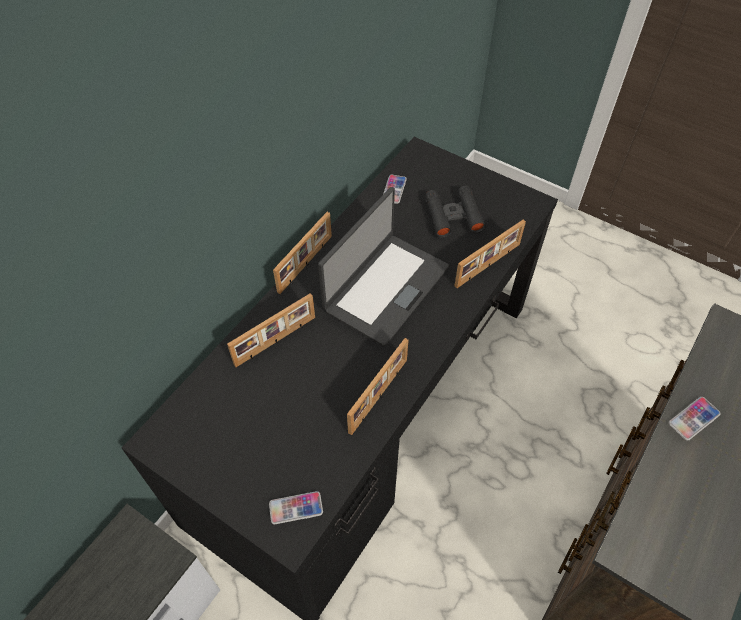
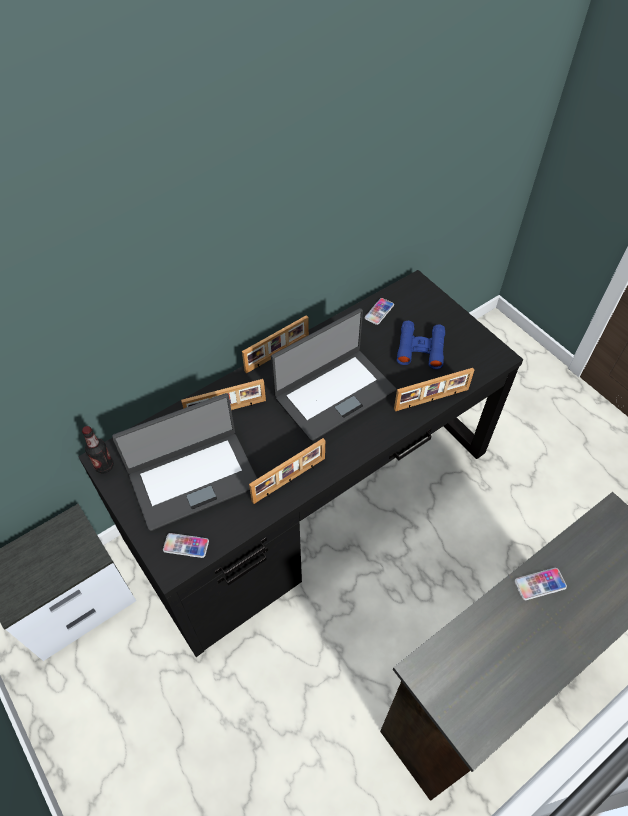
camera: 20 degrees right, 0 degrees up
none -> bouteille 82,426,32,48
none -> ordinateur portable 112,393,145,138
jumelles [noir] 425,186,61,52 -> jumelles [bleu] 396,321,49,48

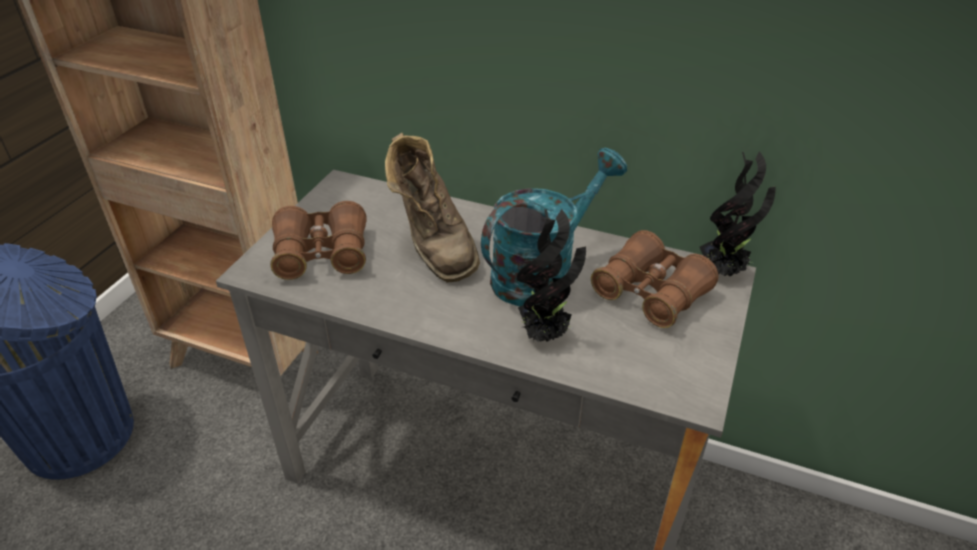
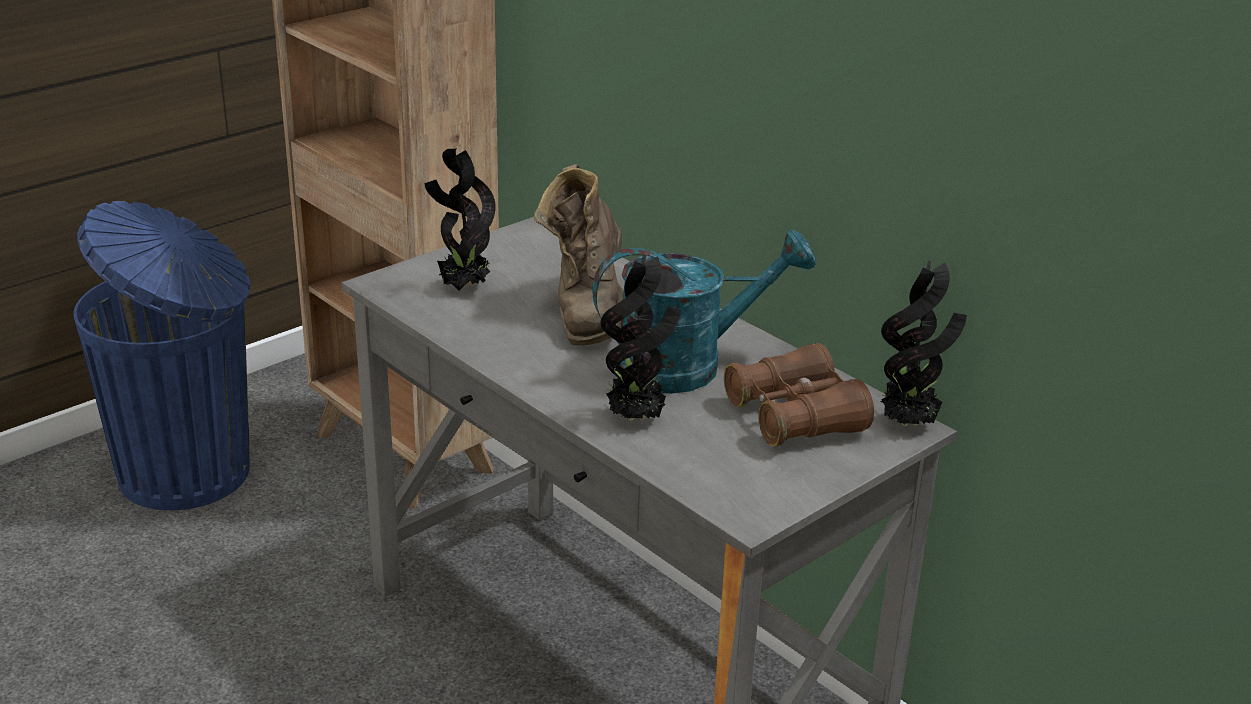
camera: 25 degrees right, 10 degrees down
jumelles [marron] 270,201,97,79 -> plante en pot 425,149,71,142

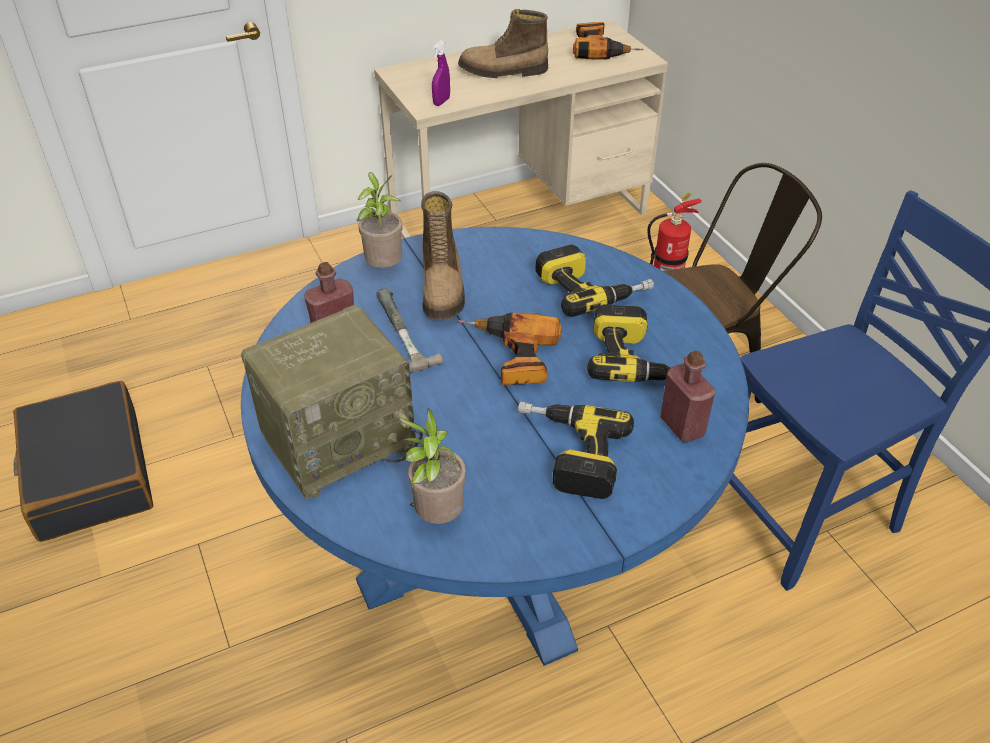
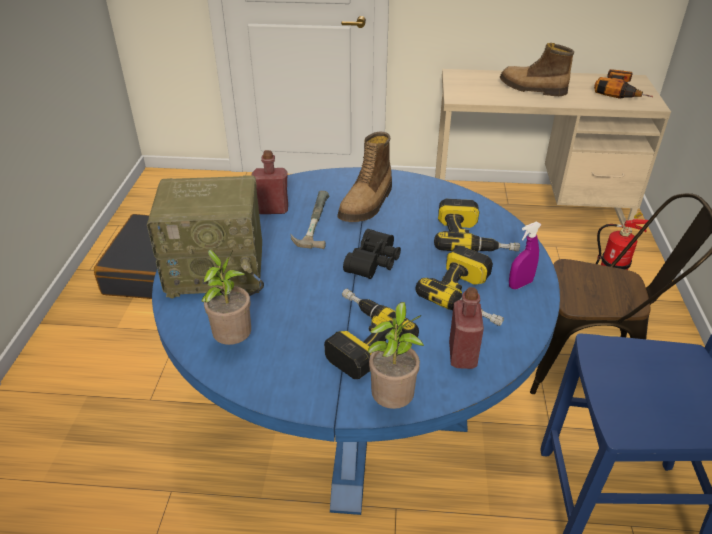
camera: 30 degrees right, 5 degrees down
plante en pot 357,172,46,96 -> plante en pot 368,302,56,107, relocated
vaporisateur [violet] 432,40,18,66 -> vaporisateur [violet] 509,222,33,67, relocated
perceuse 458,312,104,73 -> jumelles [noir] 343,229,58,50

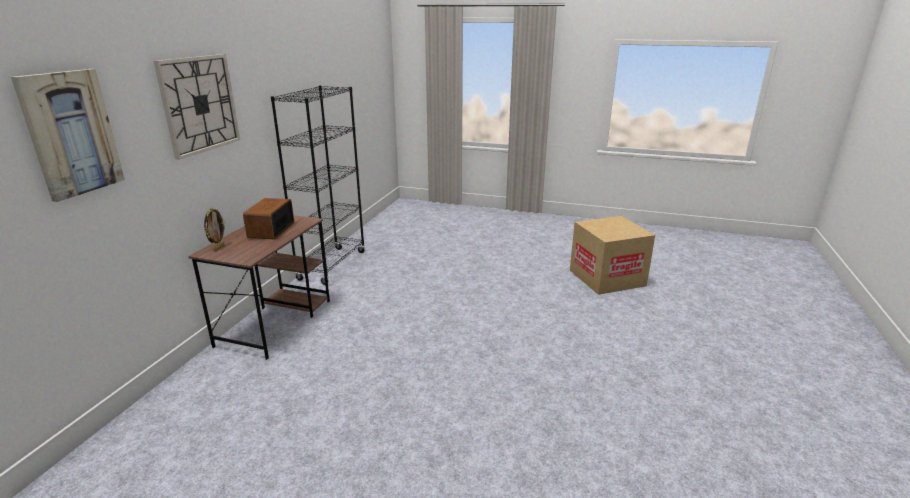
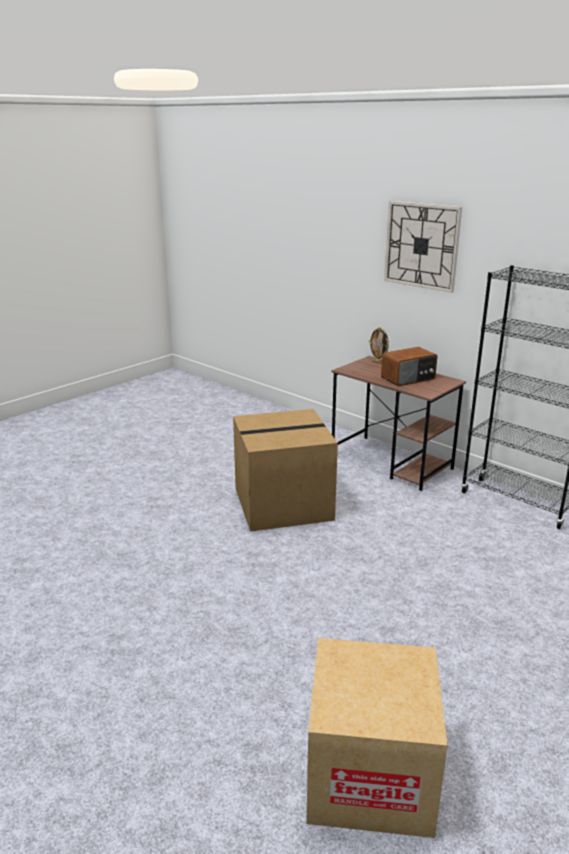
camera: 115 degrees right, 0 degrees up
tableau 11,69,114,133 -> none
none -> carton 233,409,105,123
radio 243,198,51,41 -> radio 381,347,56,39, 120 degrees clockwise

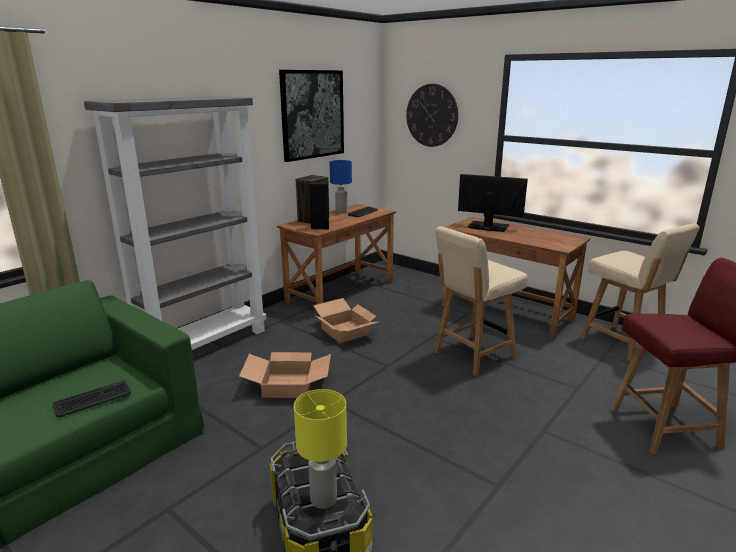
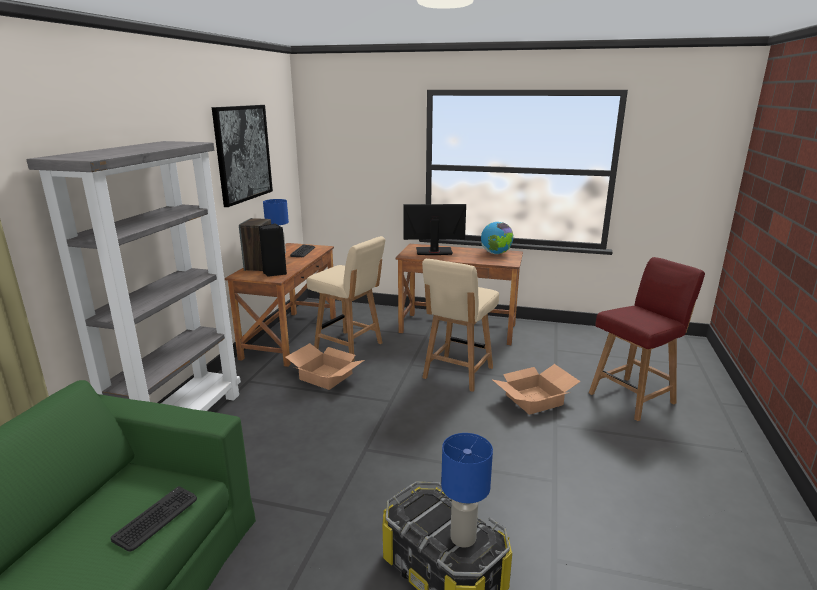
camera: 25 degrees left, 0 degrees up
horloge murale 406,84,52,63 -> none
none -> globe 481,222,32,32
carton 239,352,92,46 -> carton 493,364,88,51, relocated
chaise [beige] 581,223,119,139 -> chaise [beige] 307,236,78,126, relocated
lampe de table [jaune] 294,389,53,120 -> lampe de table [bleu] 441,433,52,115

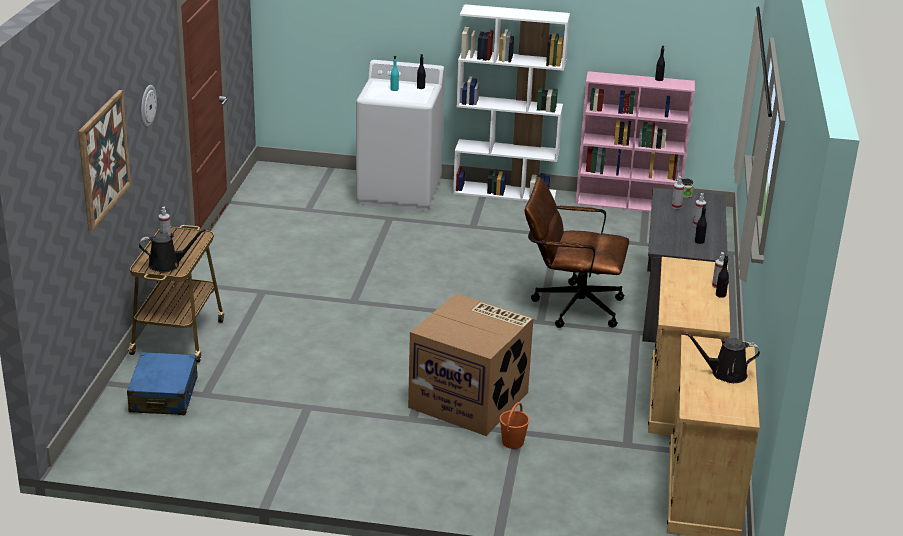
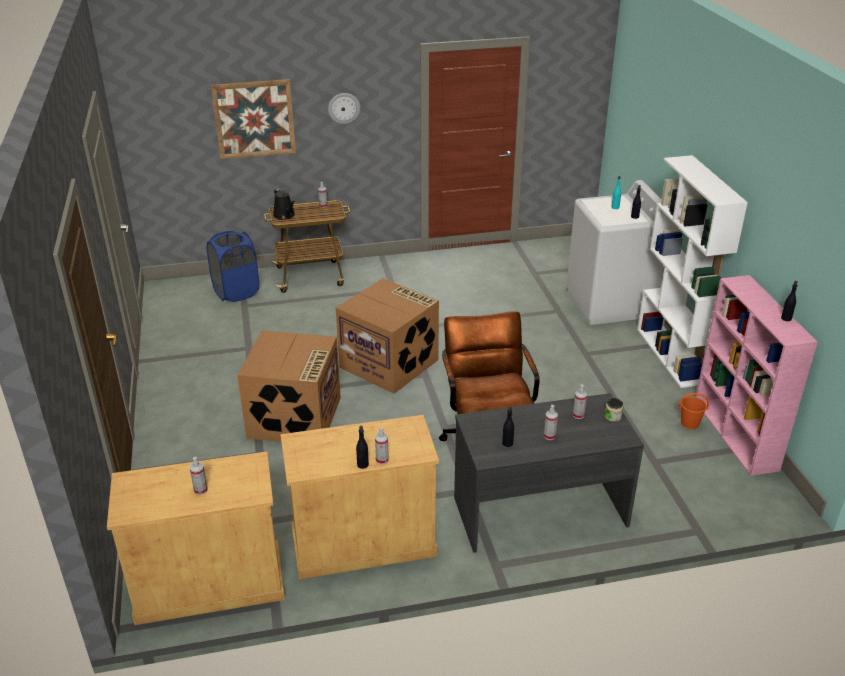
camera: 70 degrees right, 5 degrees up
none -> carton 336,278,103,116
seau [orange] 499,402,31,47 -> seau [orange] 678,393,31,36, relocated
valise [bleu] 127,352,71,63 -> panier à linge [bleu] 207,231,52,71
arrosoir [noir] 685,333,75,50 -> vaporisateur 190,457,18,38

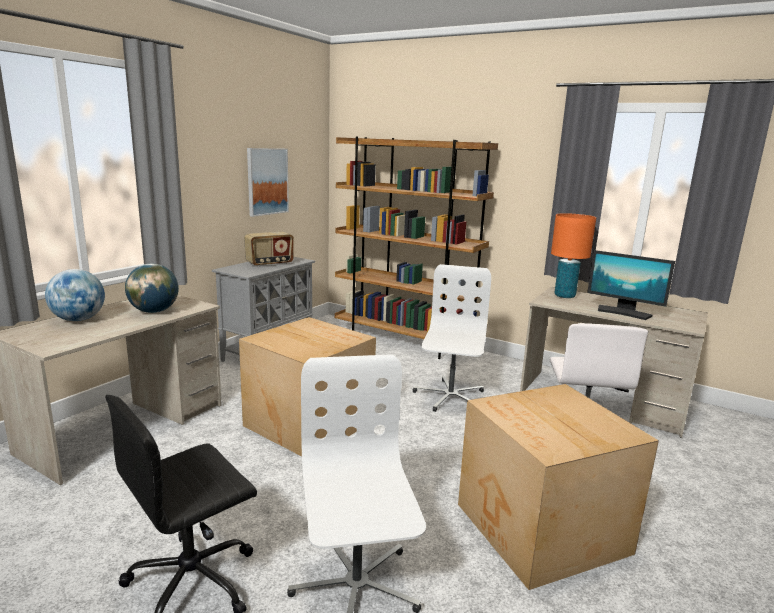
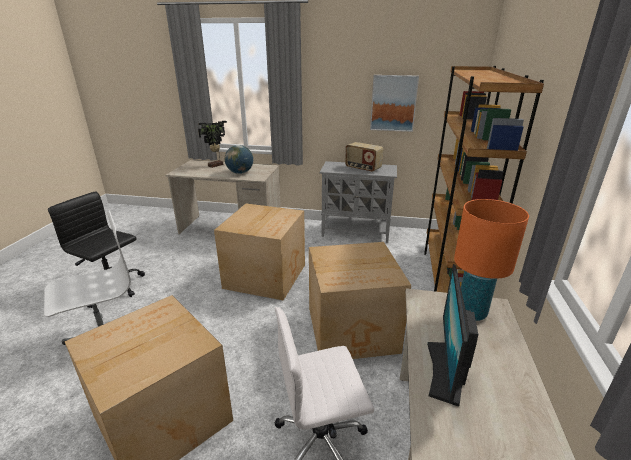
camera: 70 degrees right, 10 degrees up
globe 45,269,60,52 -> plante en pot 198,121,29,47
chaise de bureau [blanc] 413,264,78,148 -> carton 309,242,102,117

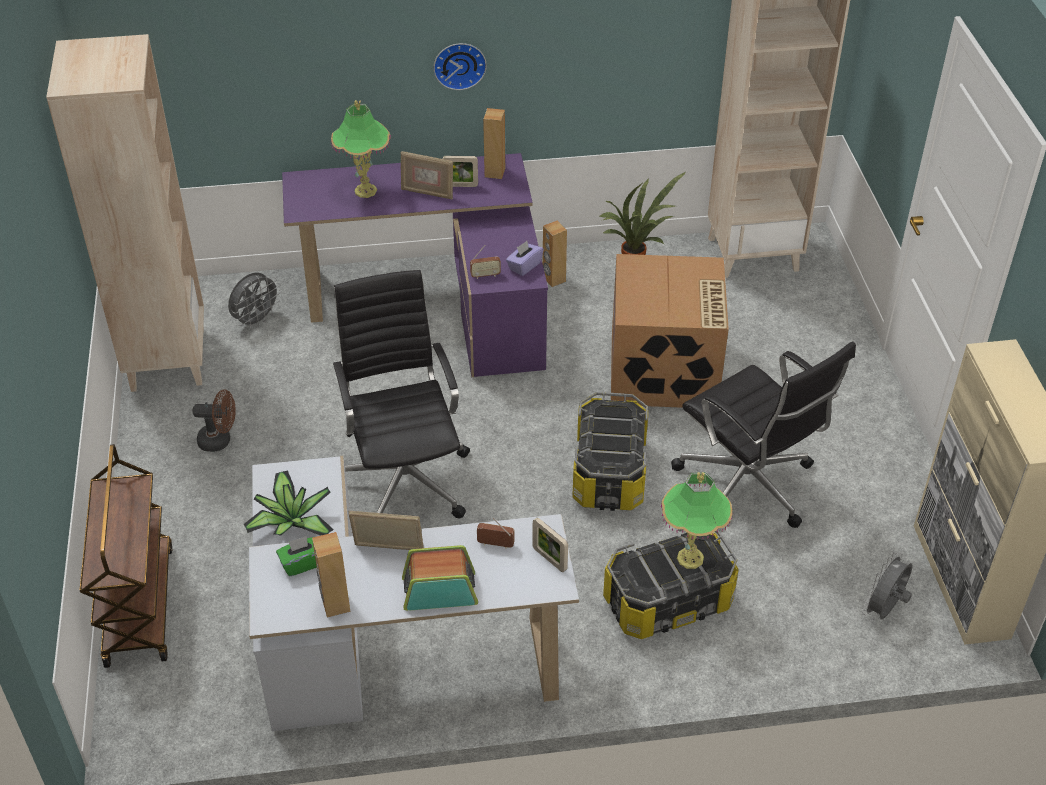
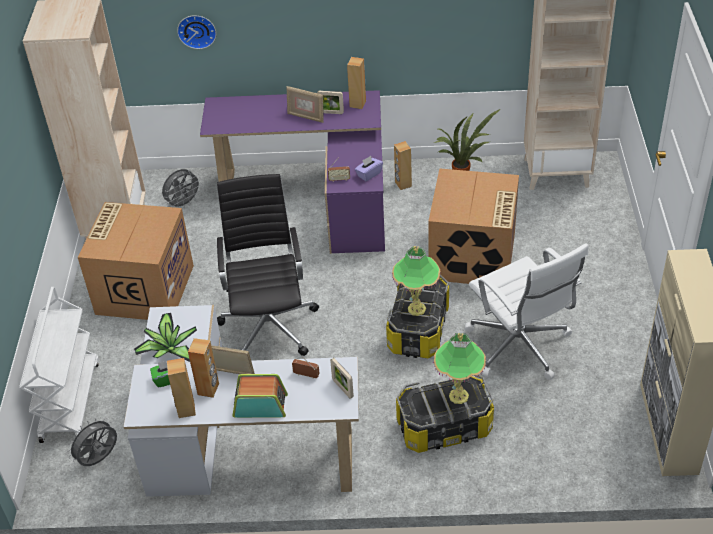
camera: 10 degrees right, 0 degrees up
none -> enceinte [marron] 188,338,31,60
lampe de table 331,100,60,98 -> lampe de table 392,246,49,70, relocated
horloge murale 433,43,54,47 -> horloge murale 177,15,39,34, relocated
ventilateur [gris] 862,552,51,67 -> ventilateur [gris] 67,418,50,48, relocated
ventilateur [marron] 193,389,43,63 -> carton 78,202,116,118
chariot [marron] 79,444,94,224 -> chariot [blanc] 19,287,80,156
chaise de bureau [noir] 671,341,185,187 -> chaise de bureau [blanc] 465,243,123,137

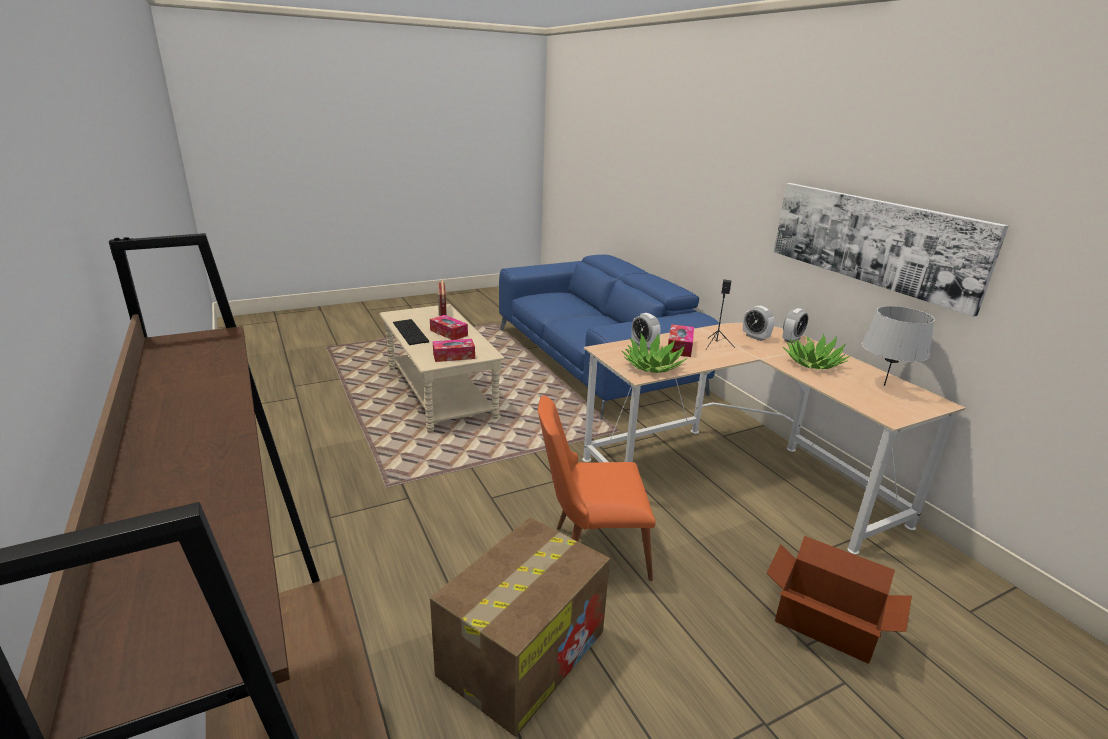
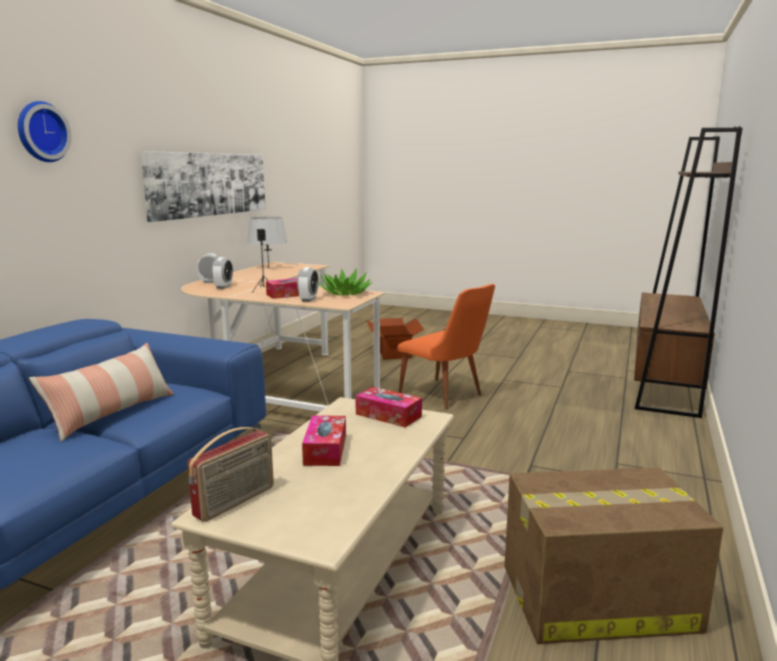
camera: 130 degrees left, 10 degrees down
clavier 393,319,36,26 -> none
plante en pot 783,334,67,35 -> none
none -> horloge murale 18,101,54,61
none -> coussin 29,343,145,99
carton 430,517,180,220 -> carton 504,467,219,177, relocated

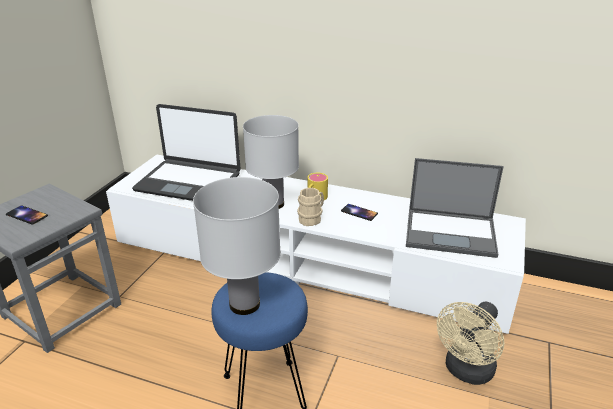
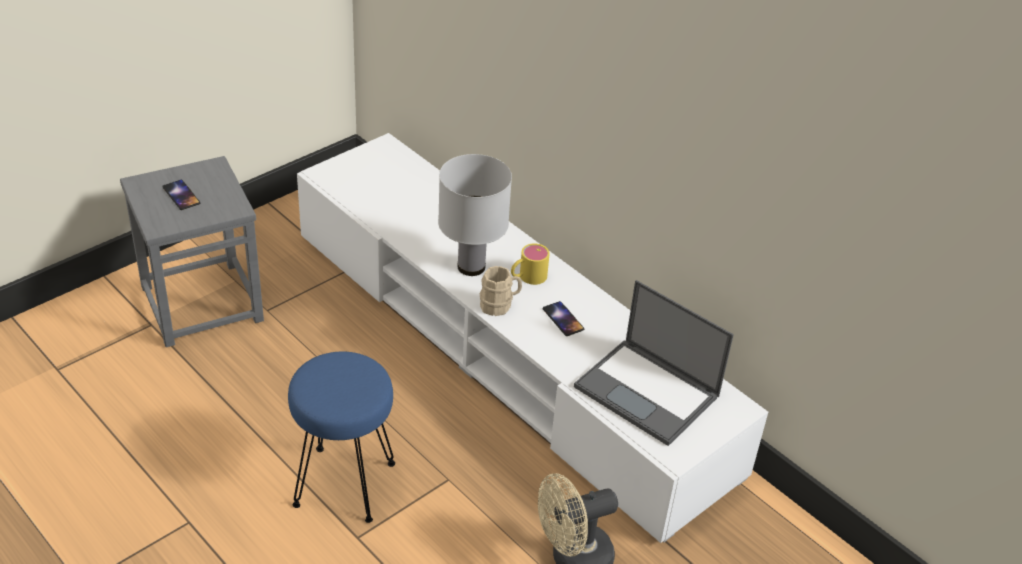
camera: 25 degrees right, 10 degrees up
ordinateur portable 132,104,108,97 -> none
lampe de table [blanc] 193,177,88,138 -> none

